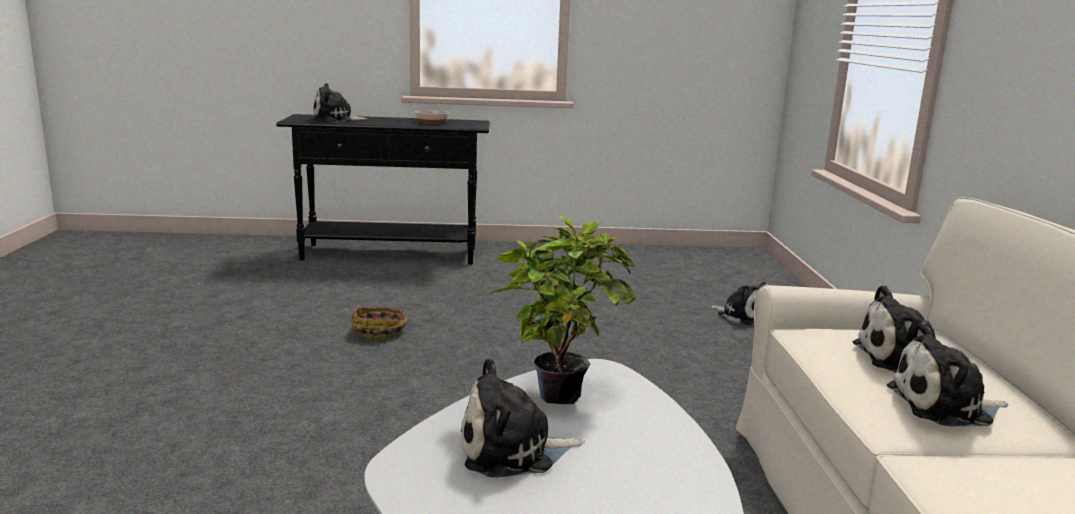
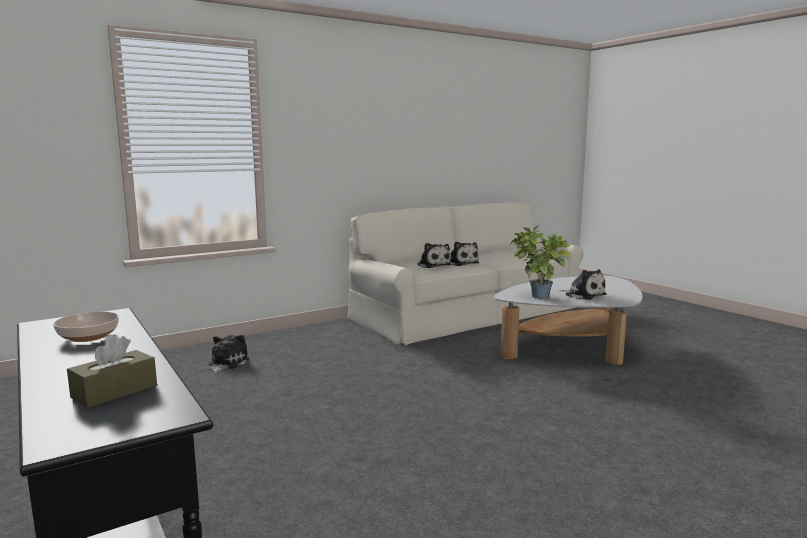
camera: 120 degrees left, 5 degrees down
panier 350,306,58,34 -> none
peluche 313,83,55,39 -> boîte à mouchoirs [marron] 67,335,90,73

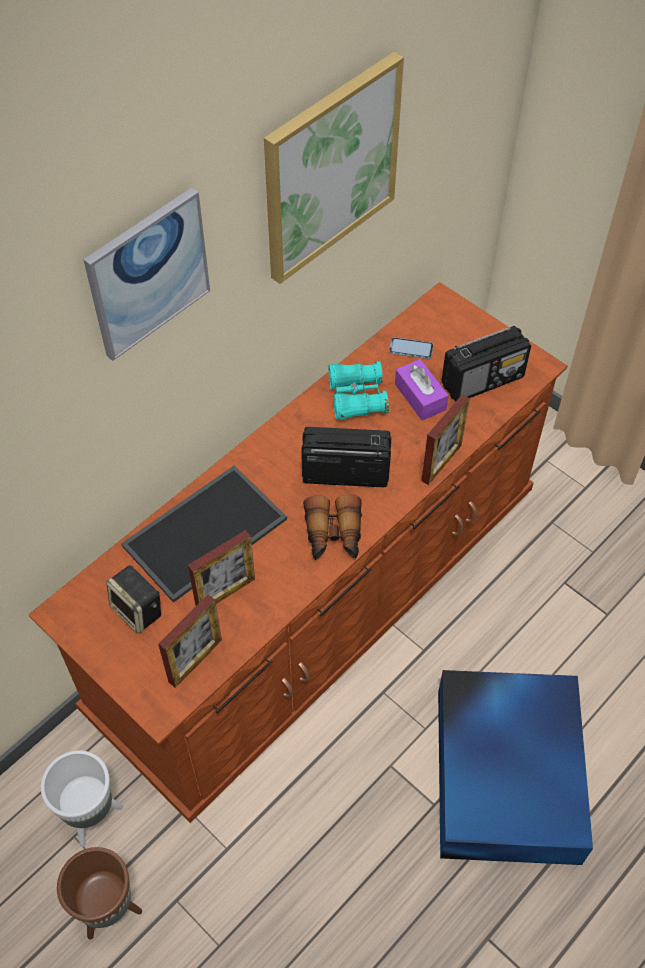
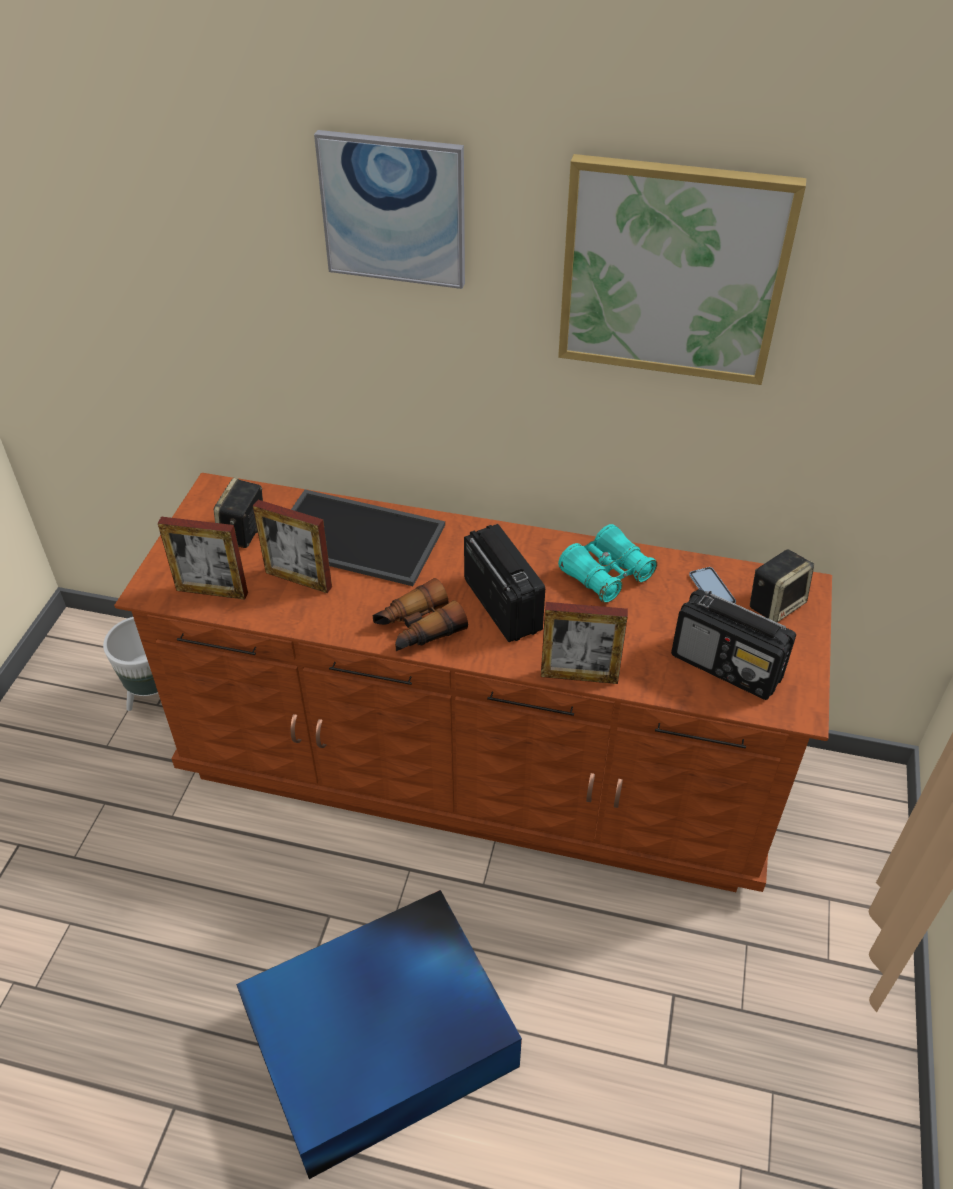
camera: 60 degrees right, 10 degrees down
cache-pot [marron] 57,847,85,93 -> none
boîte à mouchoirs [violet] 395,359,54,62 -> none
none -> enceinte 750,549,64,73

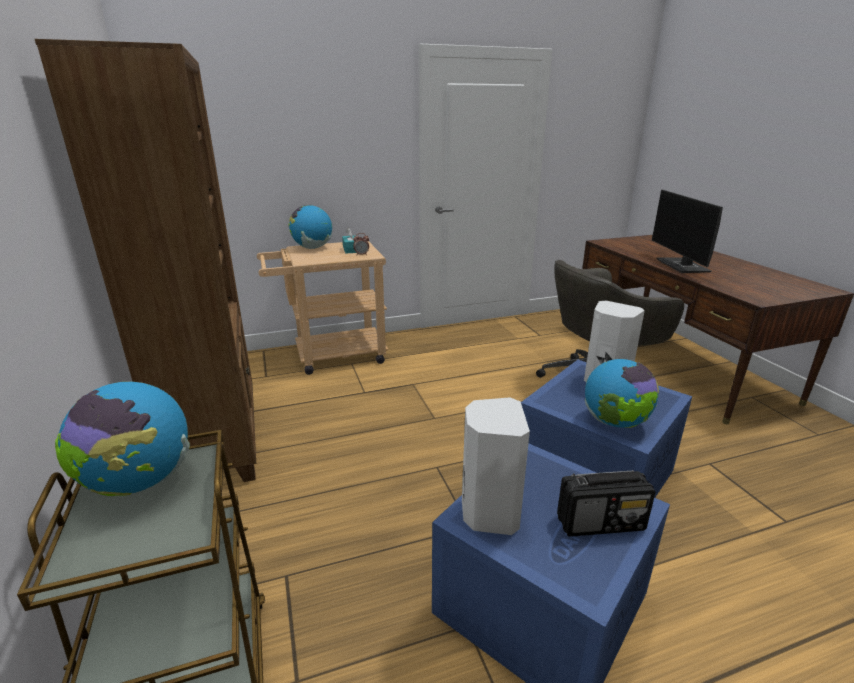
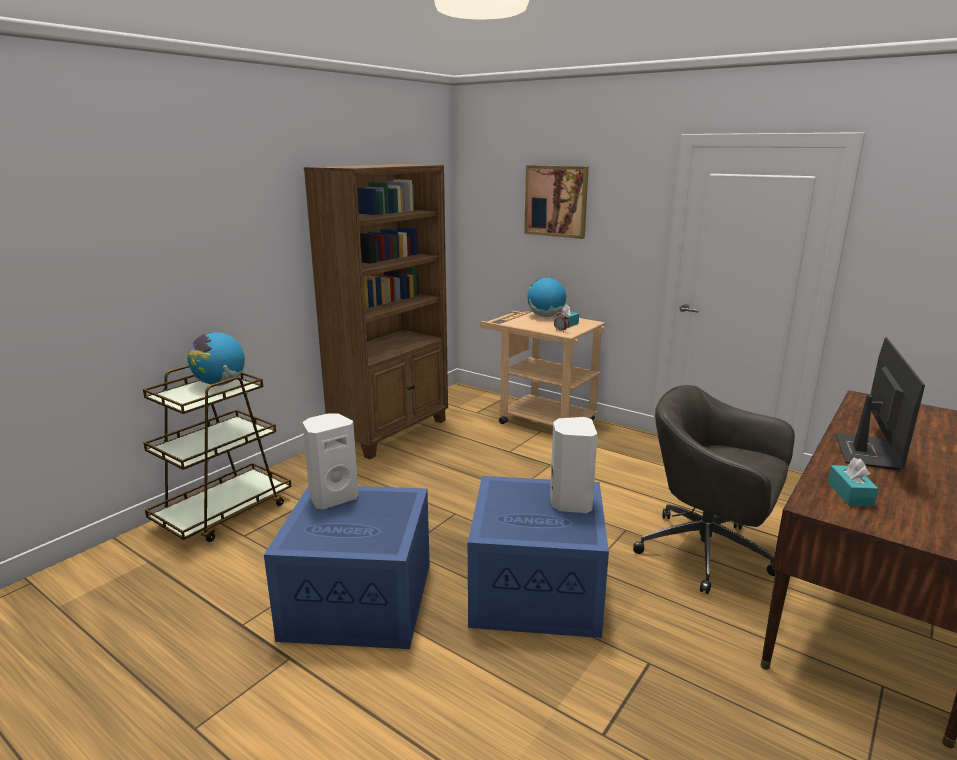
camera: 55 degrees right, 5 degrees down
radio 557,470,99,67 -> none
globe 585,359,74,69 -> none
none -> tableau 524,165,65,74
none -> boîte à mouchoirs [turquoise] 828,458,50,49
écran d'ordinateur 652,190,71,83 -> écran d'ordinateur 836,337,89,134, 150 degrees clockwise

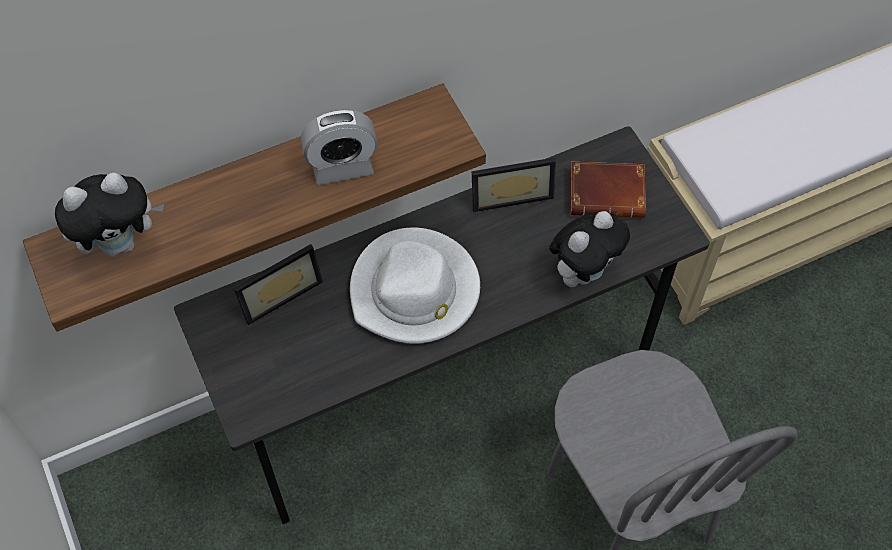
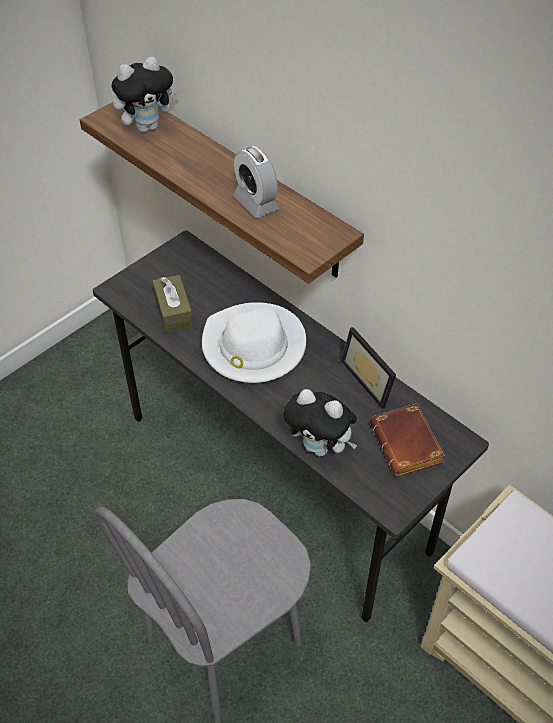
camera: 70 degrees right, 10 degrees down
cadre photo 233,244,90,81 -> none
none -> boîte à mouchoirs [marron] 152,275,41,58
peluche 55,173,109,84 -> peluche 111,57,68,76, 75 degrees counterclockwise

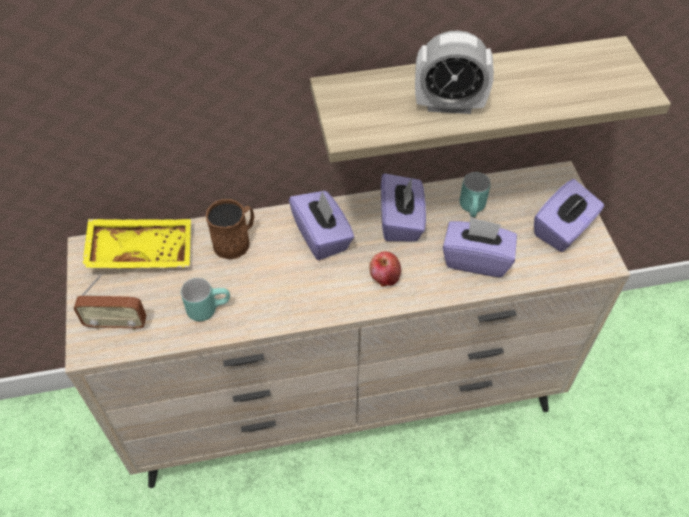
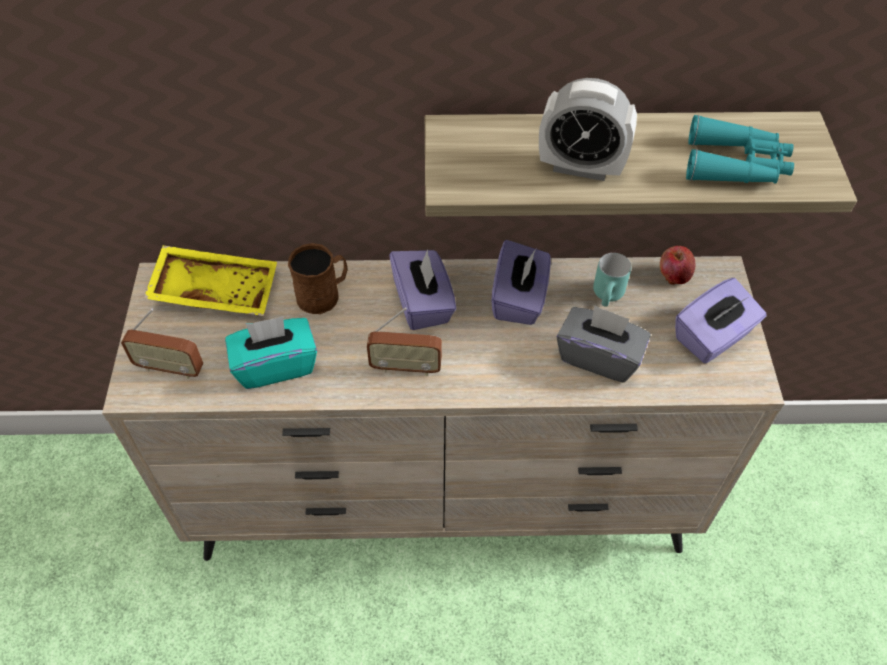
camera: 10 degrees right, 0 degrees up
none -> radio 367,307,75,69
none -> jumelles [turquoise] 686,115,108,69
pomme 369,251,32,36 -> pomme 660,246,36,39, relocated
mug [turquoise] 181,278,49,43 -> boîte à mouchoirs [turquoise] 225,317,92,72
boîte à mouchoirs [violet] 443,217,74,60 -> boîte à mouchoirs [gris] 557,305,93,77

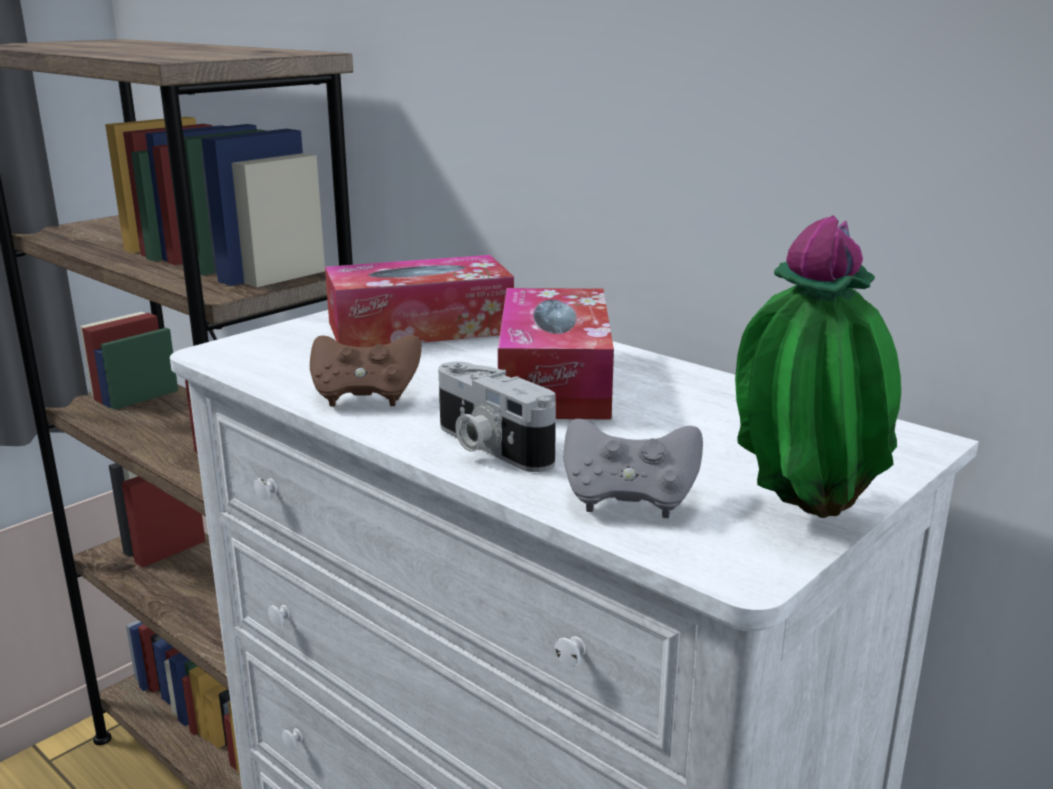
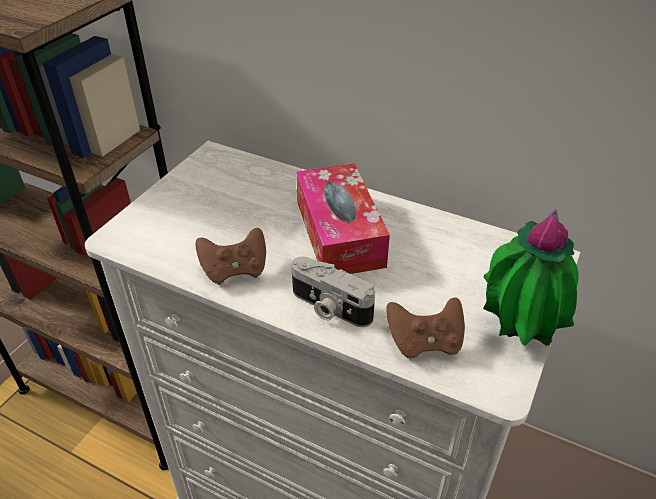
camera: 15 degrees left, 20 degrees up
boîte à mouchoirs 325,255,189,92 -> none
manette [gris] 564,419,139,99 -> manette [marron] 386,297,79,61

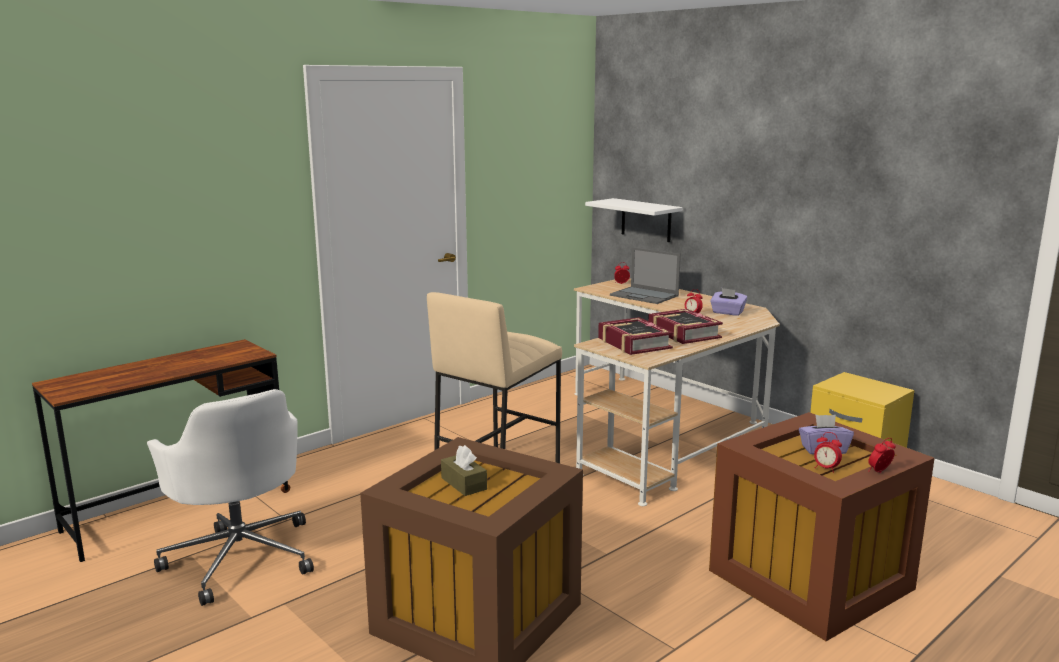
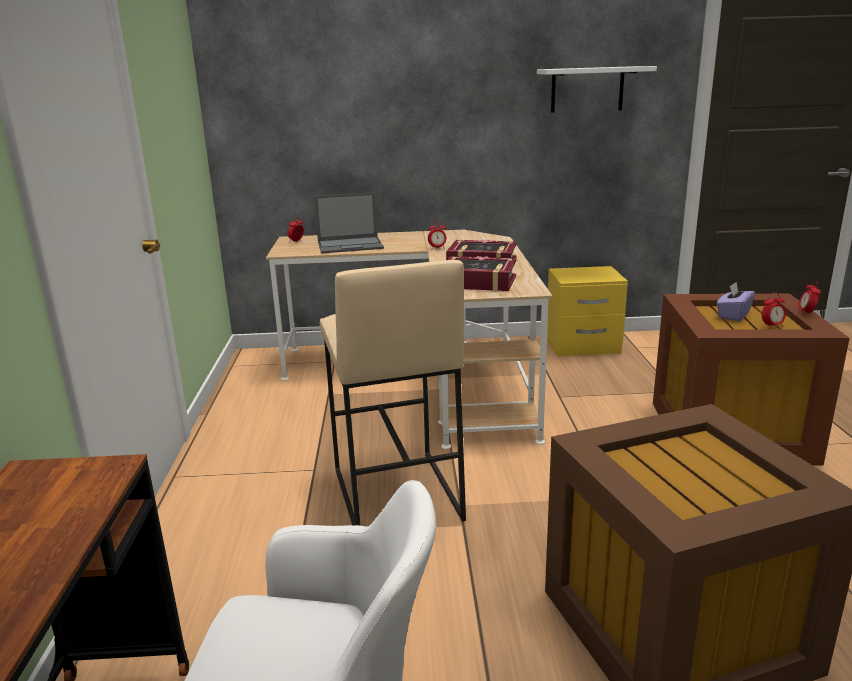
camera: 50 degrees left, 5 degrees up
boîte à mouchoirs [marron] 441,445,46,51 -> none
boîte à mouchoirs [violet] 710,288,37,28 -> none
étagère [blanc] 585,198,98,44 -> étagère [blanc] 537,66,120,47, relocated

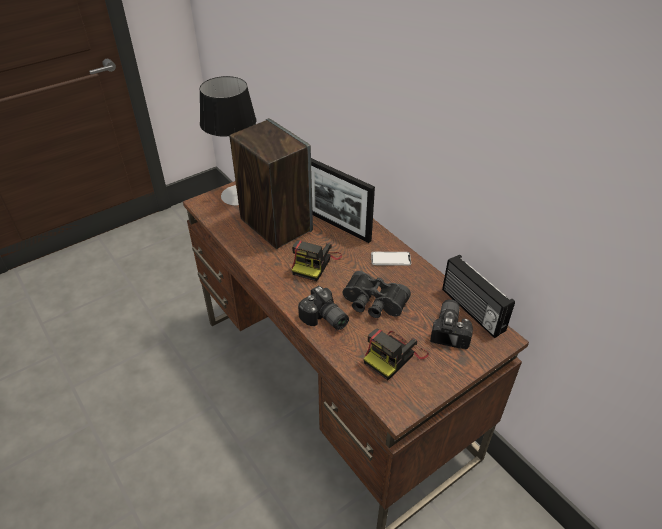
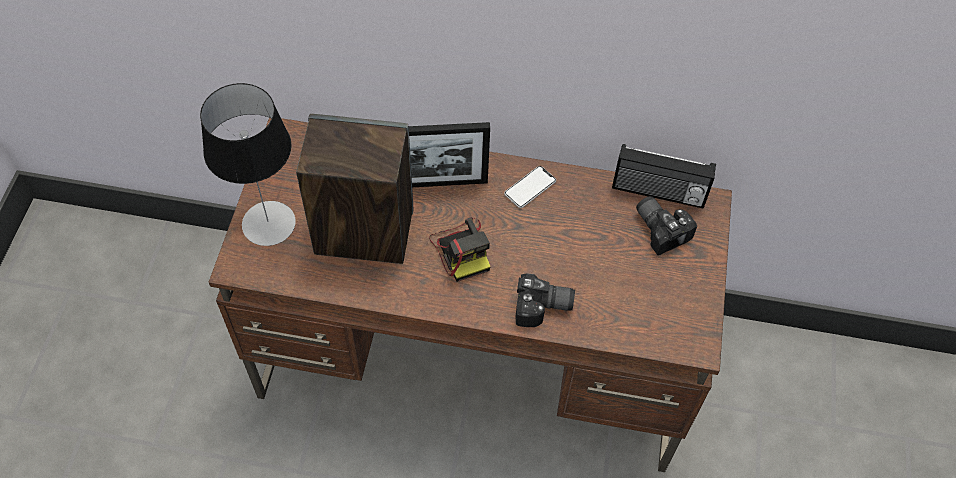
camera: 45 degrees left, 15 degrees up
jumelles [noir] 343,271,68,47 -> none
appareil photo 364,329,65,51 -> none

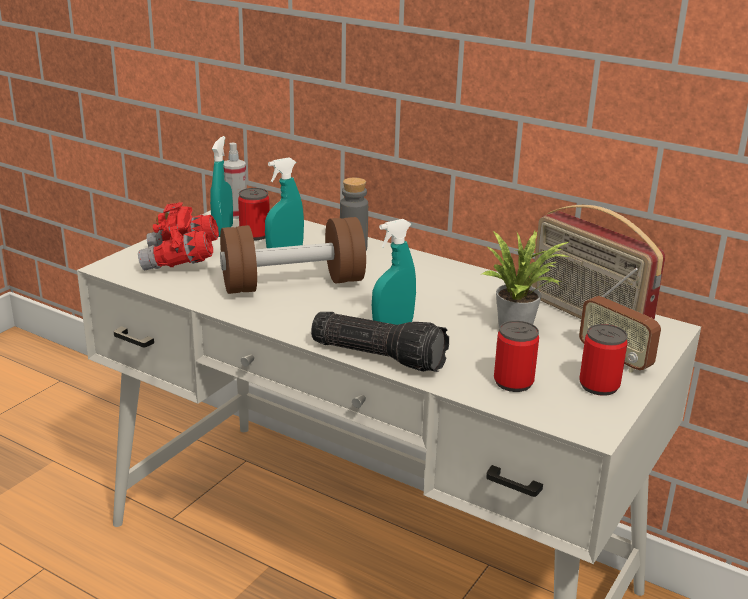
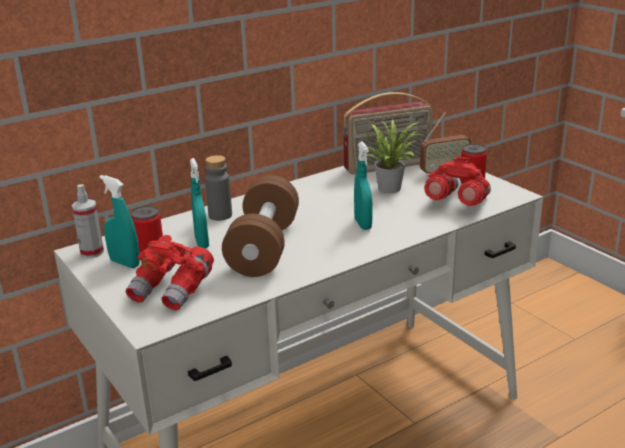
camera: 65 degrees left, 0 degrees up
lampe de poche 311,312,138,60 -> none
boîte métallique 494,321,45,71 -> jumelles [rouge] 424,156,67,50

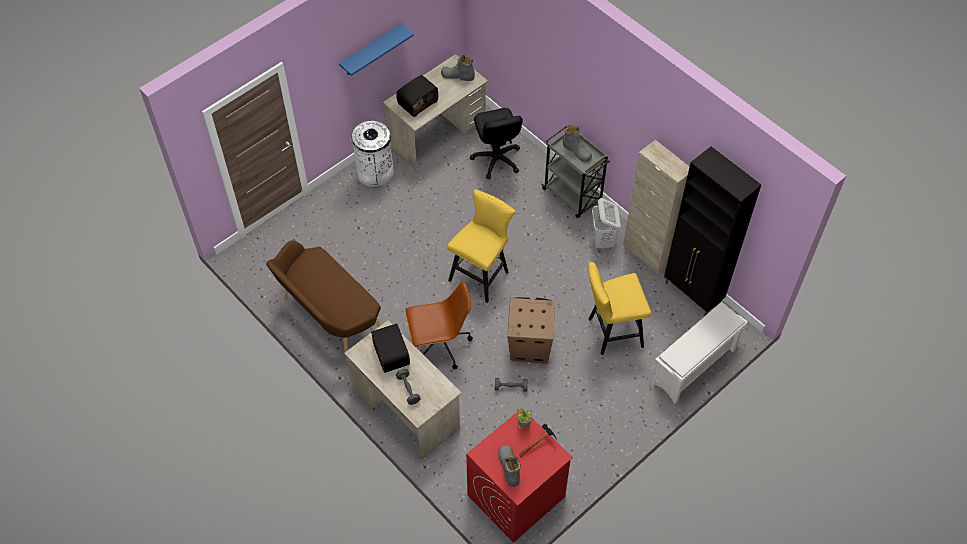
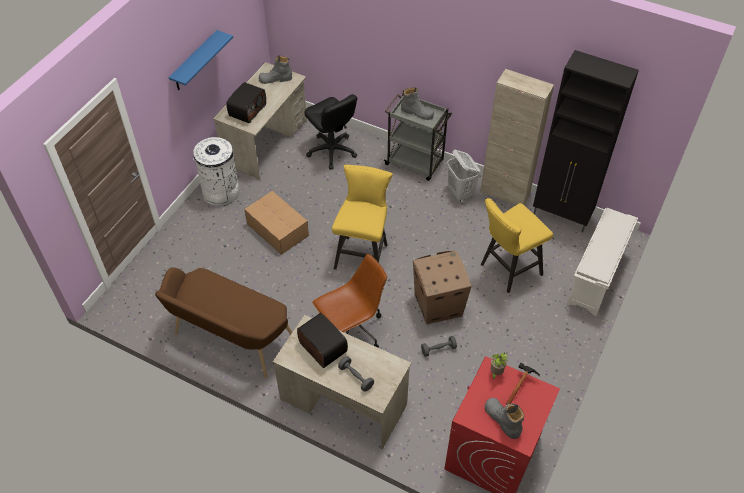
camera: 20 degrees left, 5 degrees down
none -> carton 244,191,65,64

